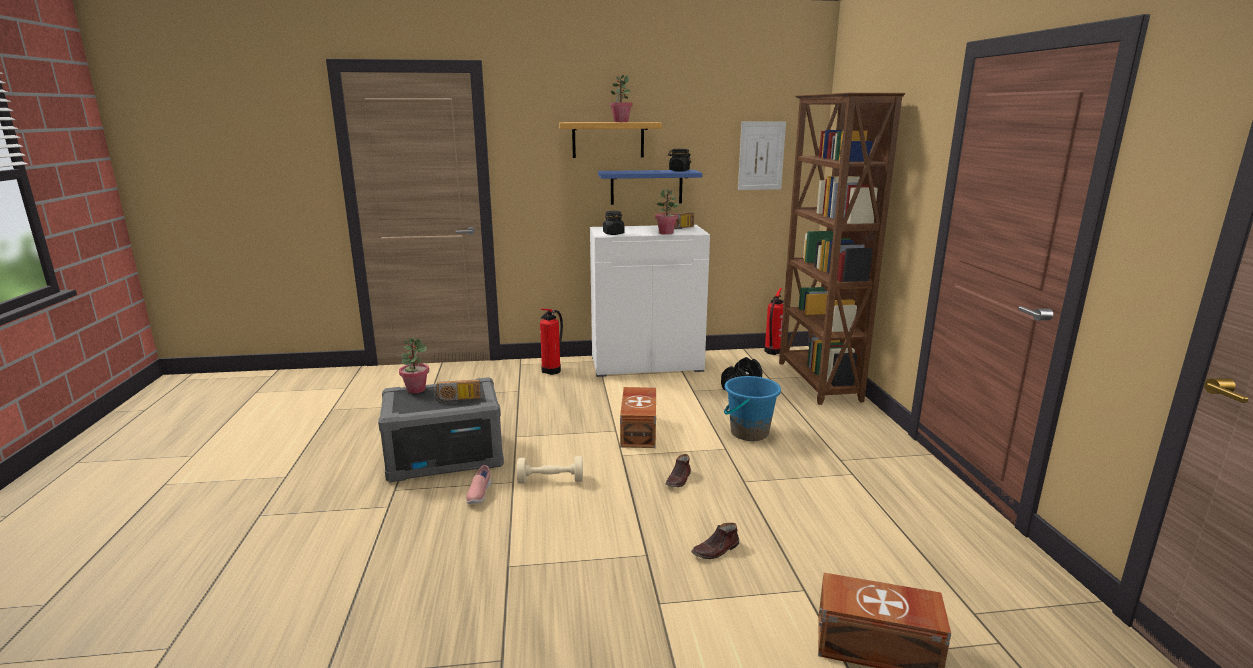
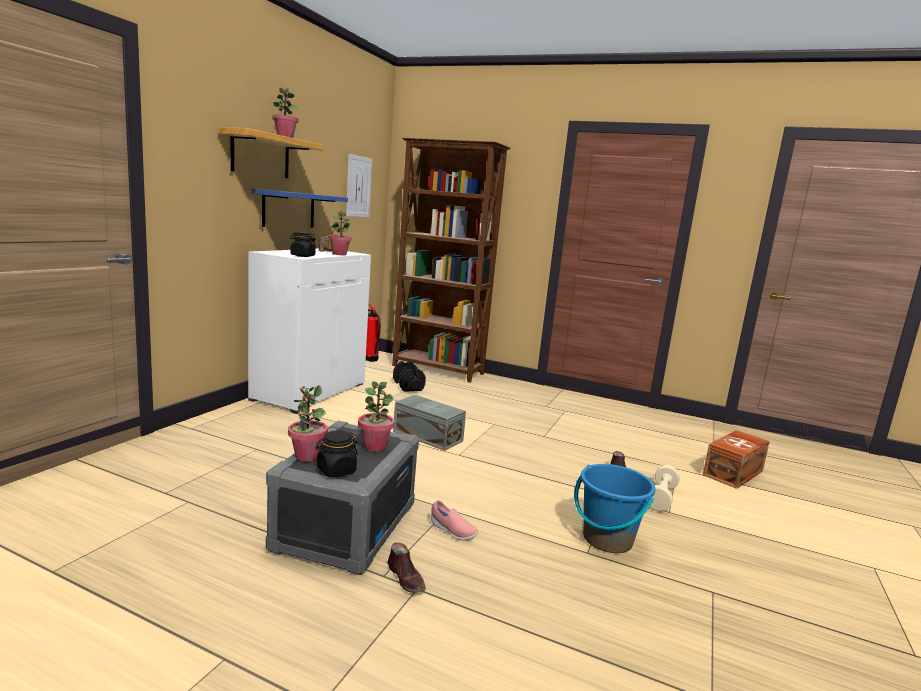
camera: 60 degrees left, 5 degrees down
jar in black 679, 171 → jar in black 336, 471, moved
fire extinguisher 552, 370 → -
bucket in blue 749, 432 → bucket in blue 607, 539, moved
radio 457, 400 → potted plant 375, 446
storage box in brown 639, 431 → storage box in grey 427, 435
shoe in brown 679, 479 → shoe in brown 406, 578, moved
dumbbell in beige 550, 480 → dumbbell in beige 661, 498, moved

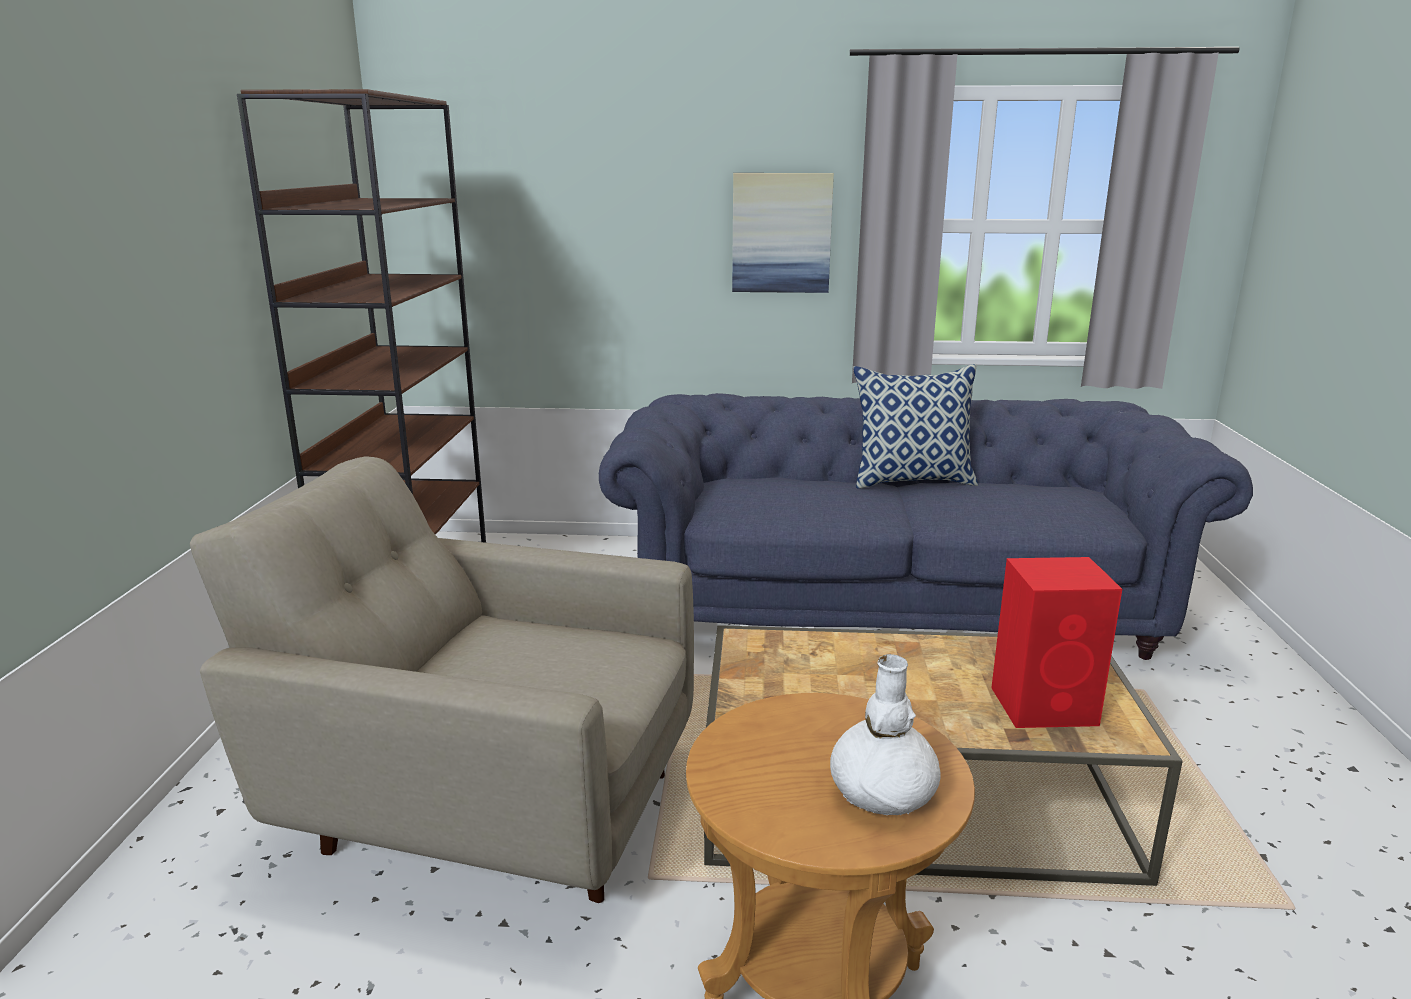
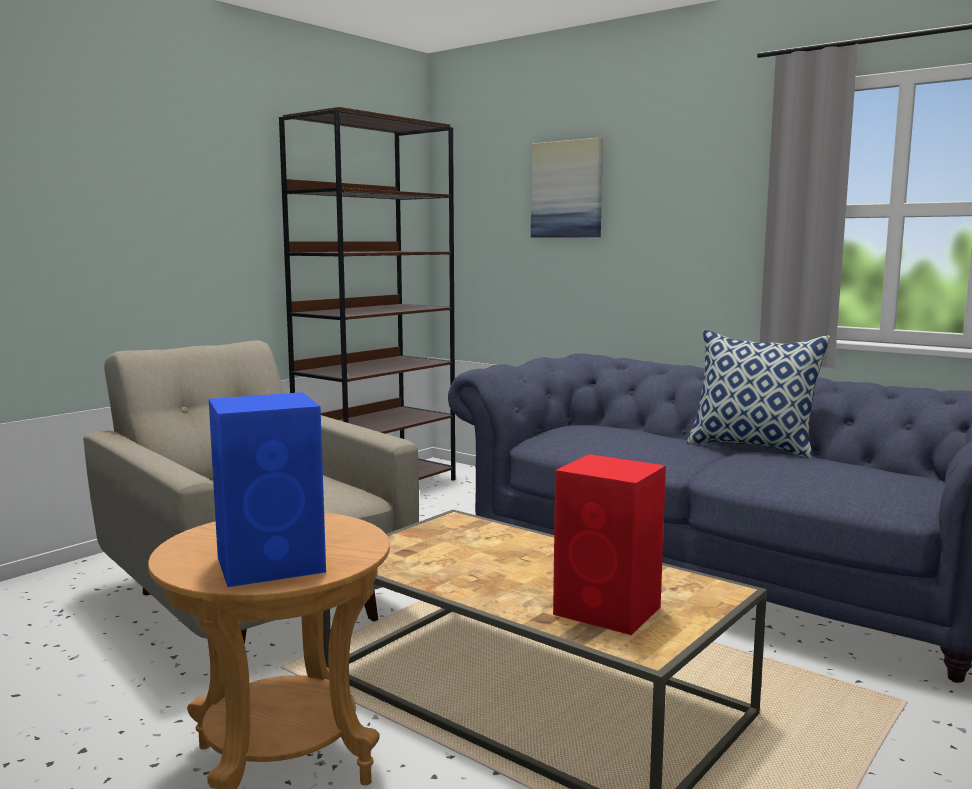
camera: 35 degrees right, 10 degrees down
picture 781, 233 → picture 567, 189, moved
vase in white 882, 792 → speaker in blue 273, 564

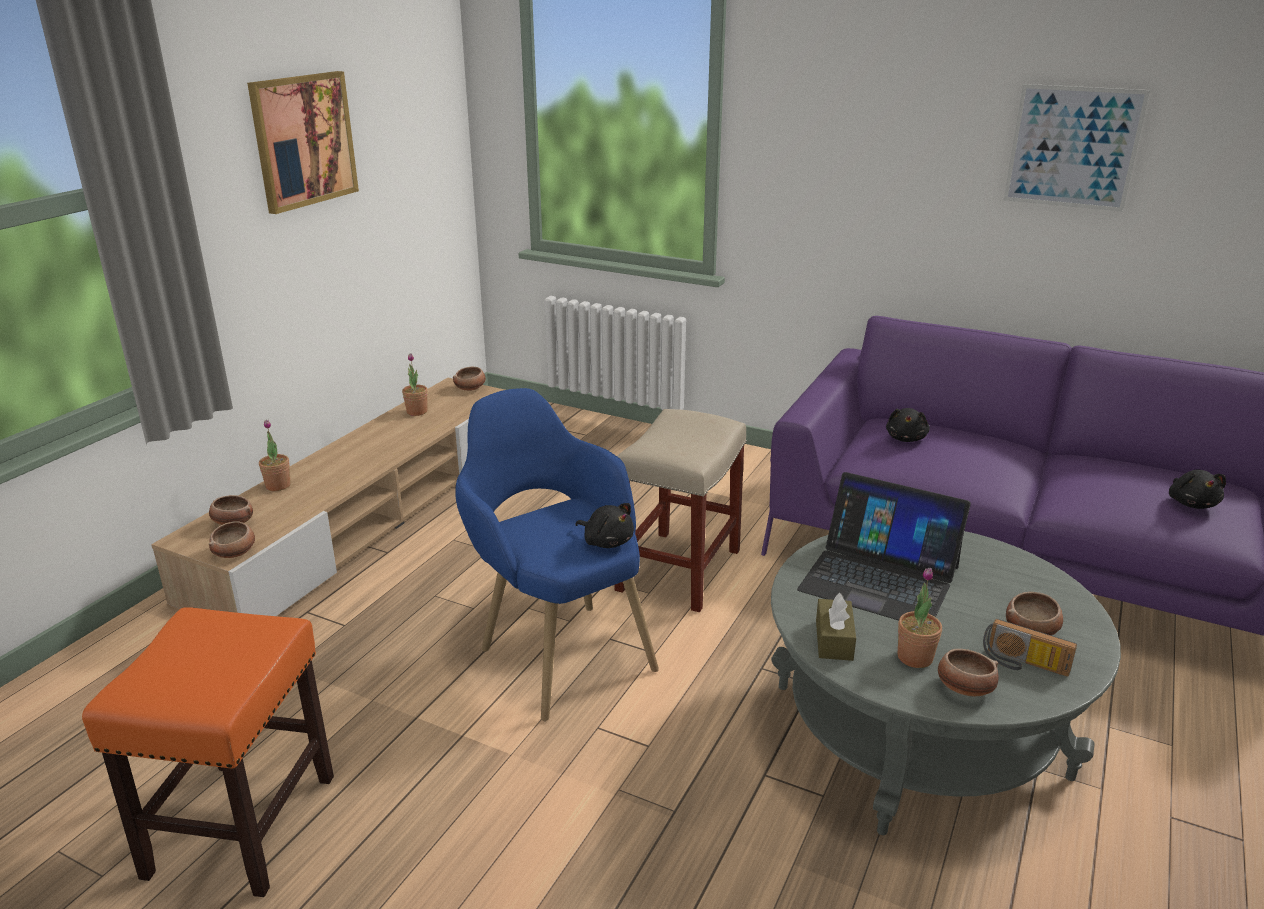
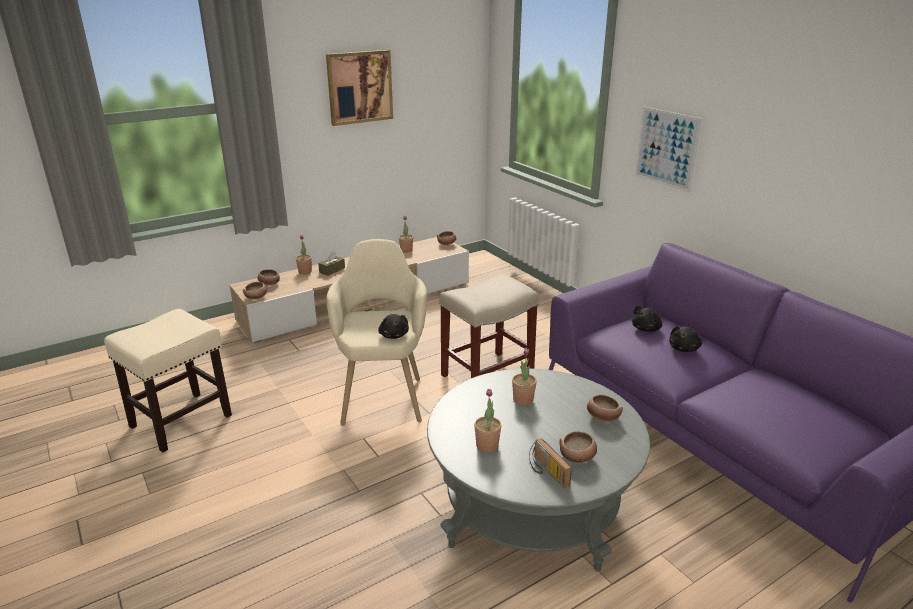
camera: 30 degrees right, 0 degrees up
picture 1073, 147 → picture 666, 148, moved
armchair in blue 556, 648 → armchair in beige 382, 393
plush toy in black 1191, 503 → plush toy in black 684, 348, moved
laptop 879, 578 → potted plant 523, 400
tissue box in brown 834, 640 → tissue box in brown 332, 270, moved
stool in orange 243, 823 → stool in beige 182, 420
bowl 964, 688 → bowl 602, 417, moved

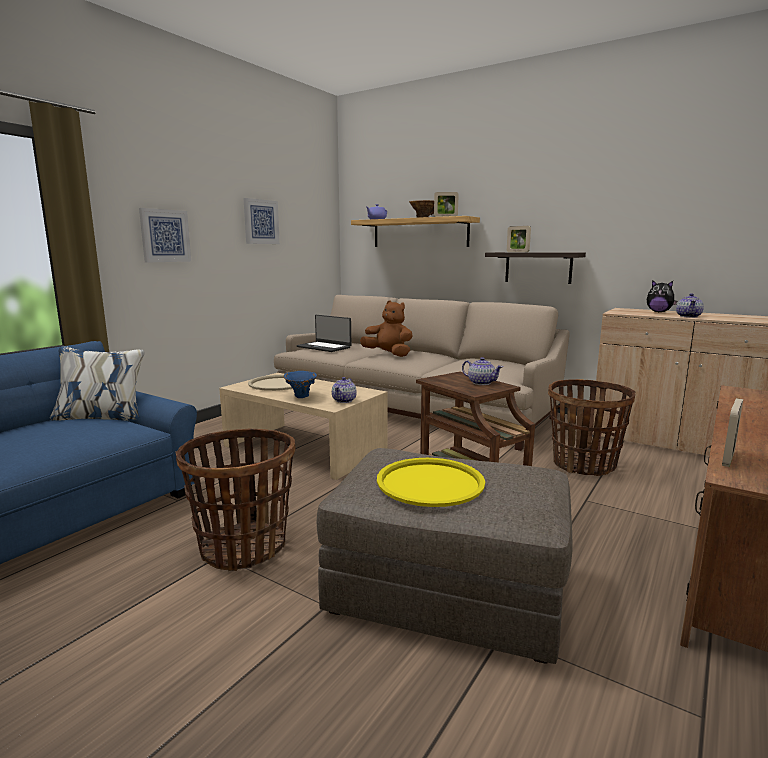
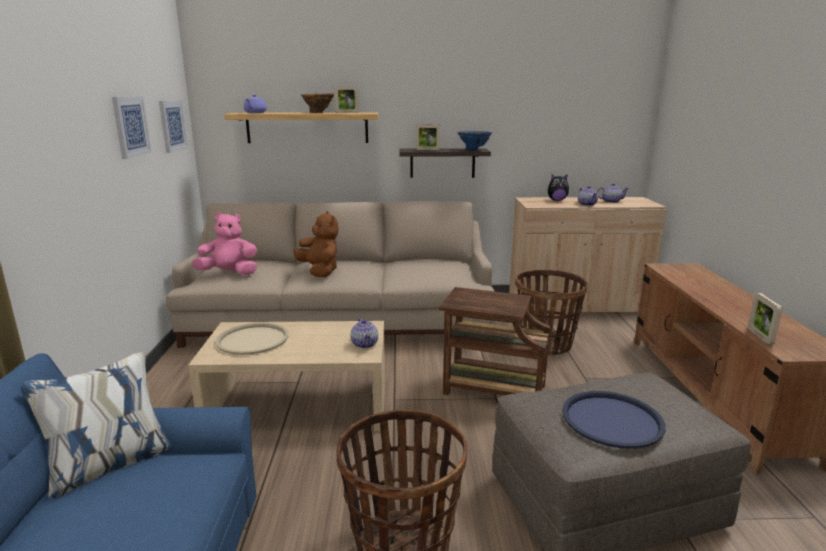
camera: 35 degrees left, 5 degrees up
picture 165, 236 → picture 172, 125, moved
plush toy in brown 388, 354 → plush toy in brown 320, 271, 60 degrees clockwise
laptop 324, 347 → plush toy in pink 229, 273
teapot 481, 383 → teapot 611, 201, moved
vase in blue 300, 397 → vase in blue 474, 150, moved
tray in yellow 430, 483 → tray in blue 612, 420

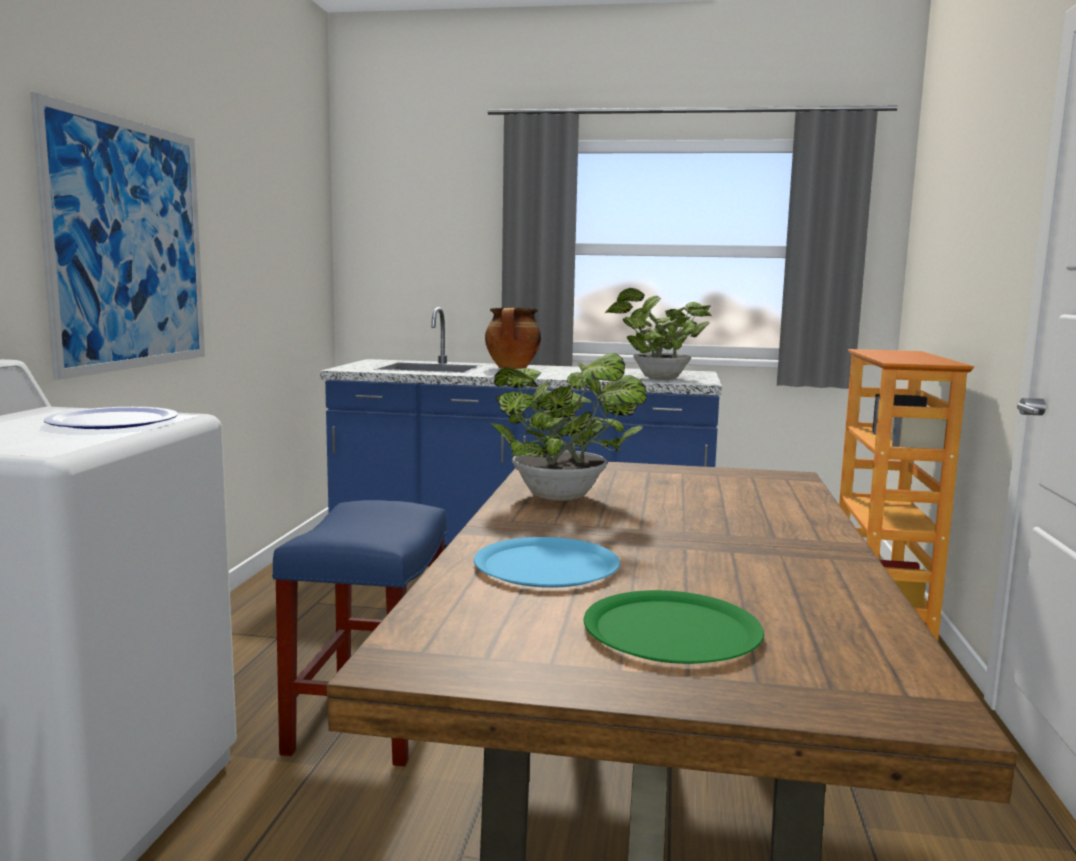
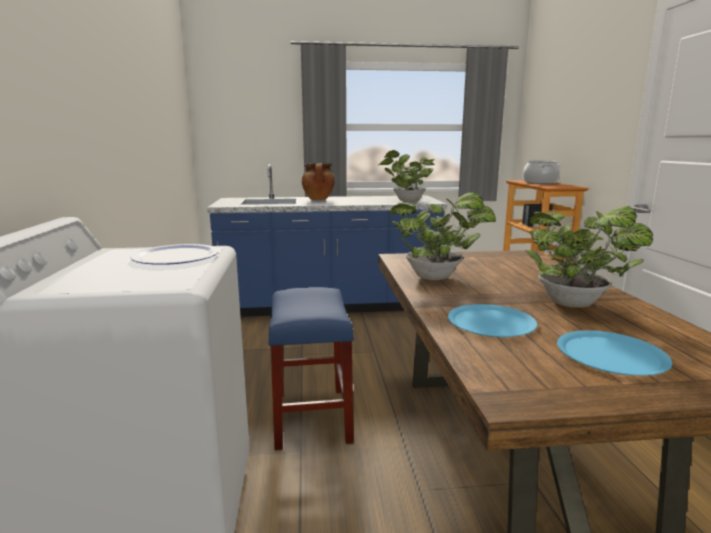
camera: 15 degrees left, 5 degrees up
picture 129, 245 → -
plate in green 671, 630 → plate in blue 610, 354
- → cooking pot 540, 182
- → potted plant 575, 304

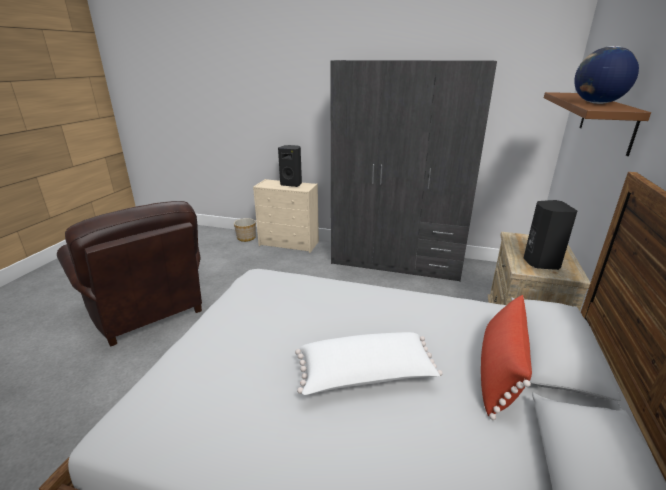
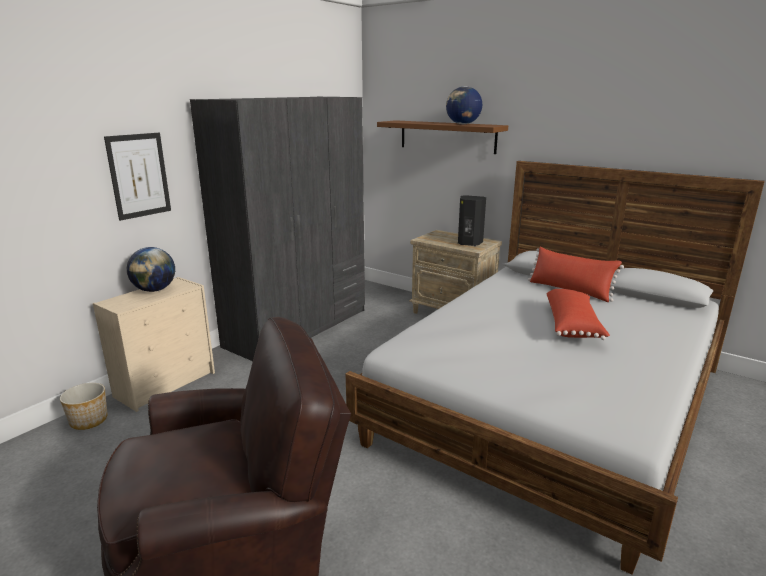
camera: 70 degrees left, 5 degrees down
speaker in black 292, 184 → globe 155, 290
pillow in white 366, 376 → pillow in red 573, 325
- → picture 139, 175

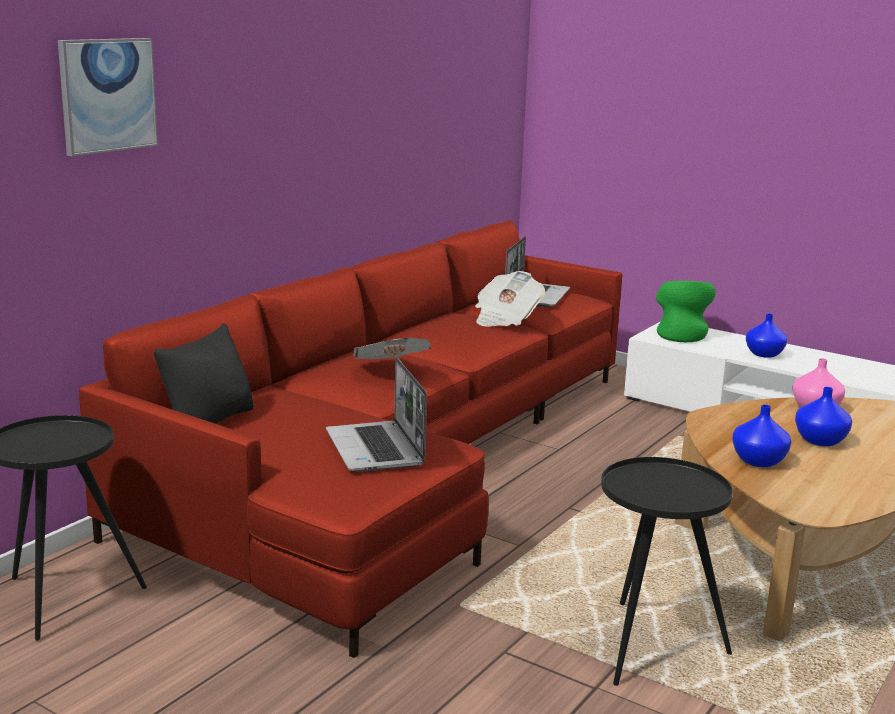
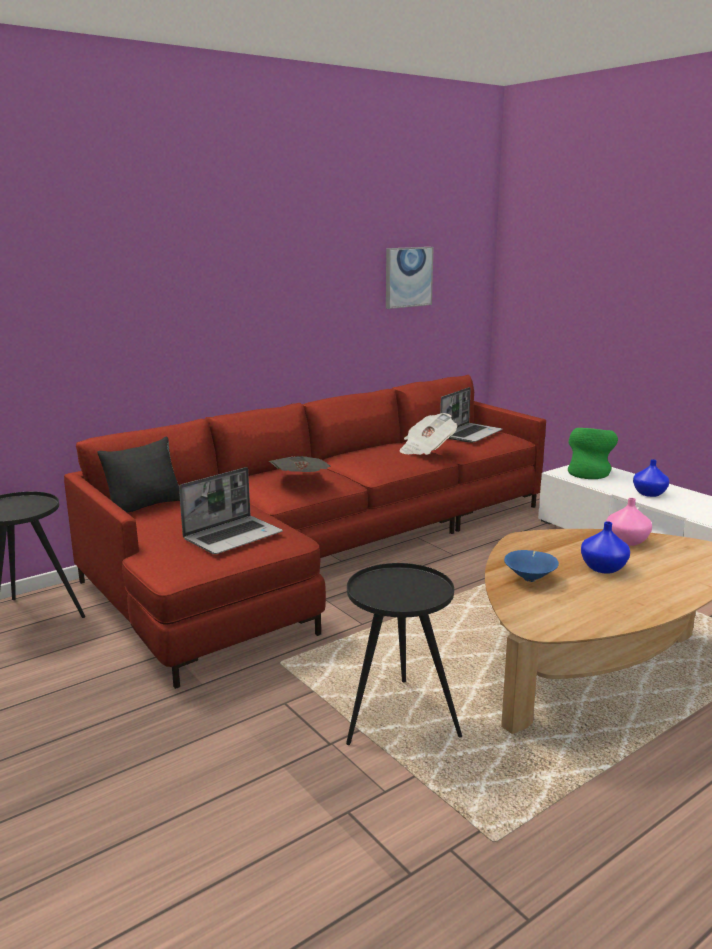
camera: 20 degrees right, 0 degrees up
picture 107, 95 → picture 408, 277, moved
laptop 376, 449 → laptop 233, 536, 135 degrees counterclockwise
vase in blue 759, 461 → bowl in blue 530, 578

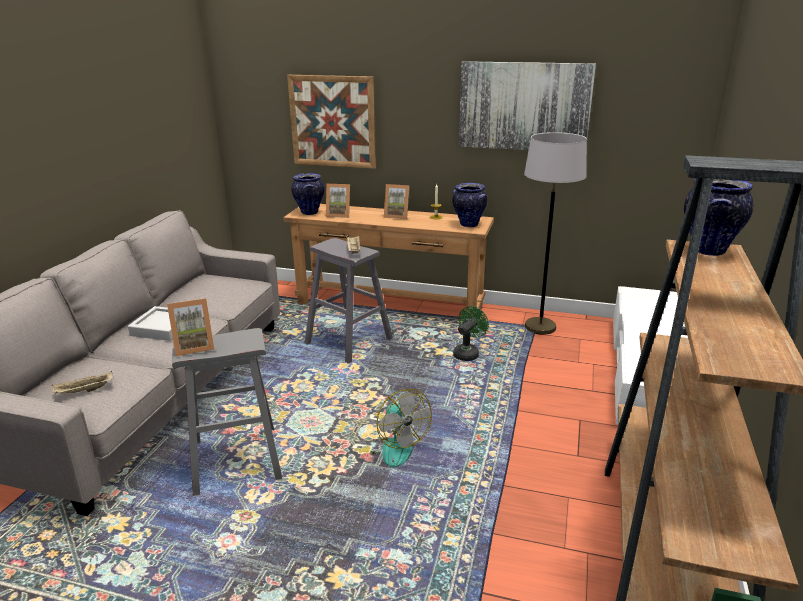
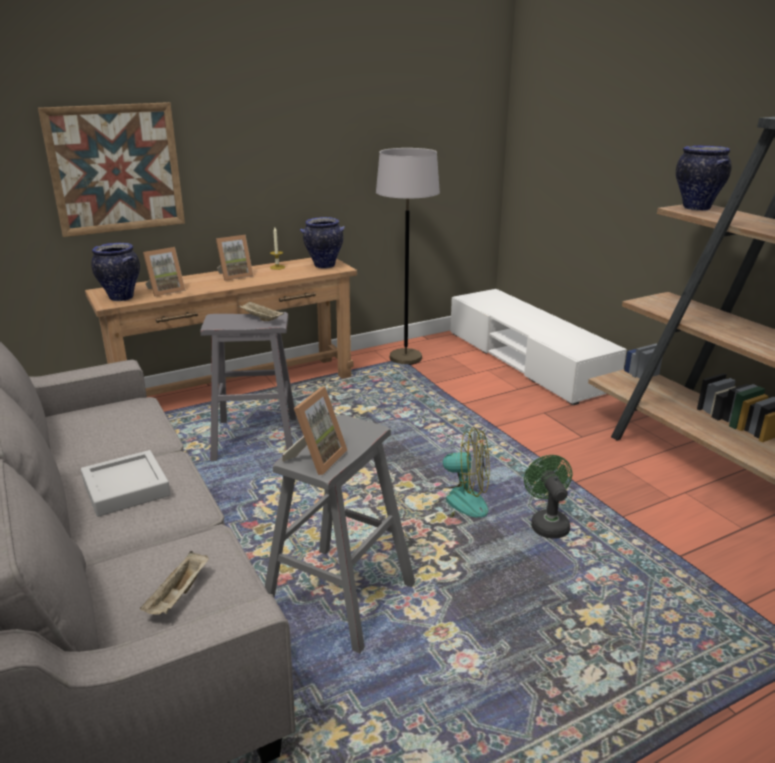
camera: 45 degrees left, 0 degrees up
picture 524, 106 → -
fan in green 468, 353 → fan in green 547, 523, moved

